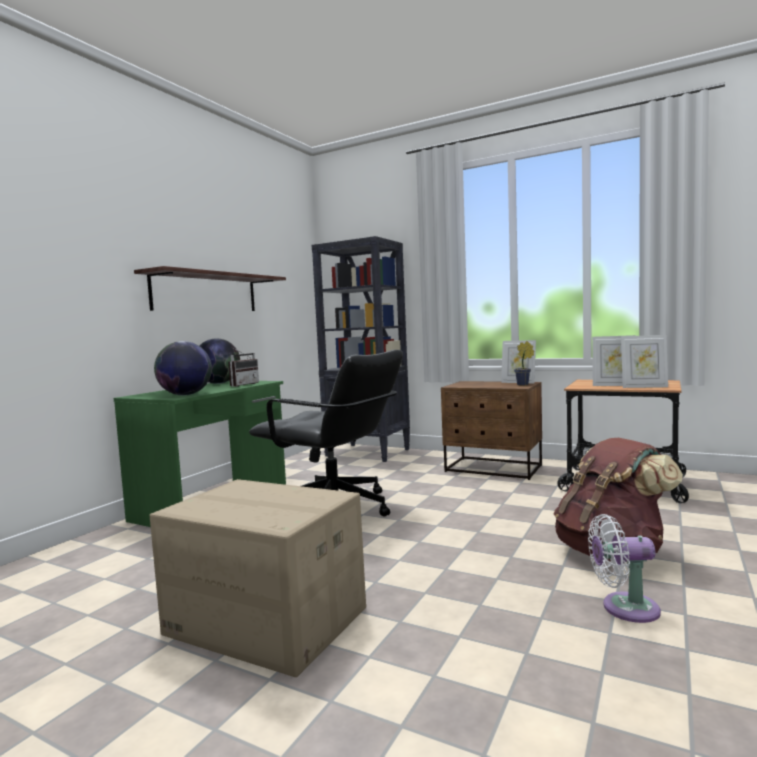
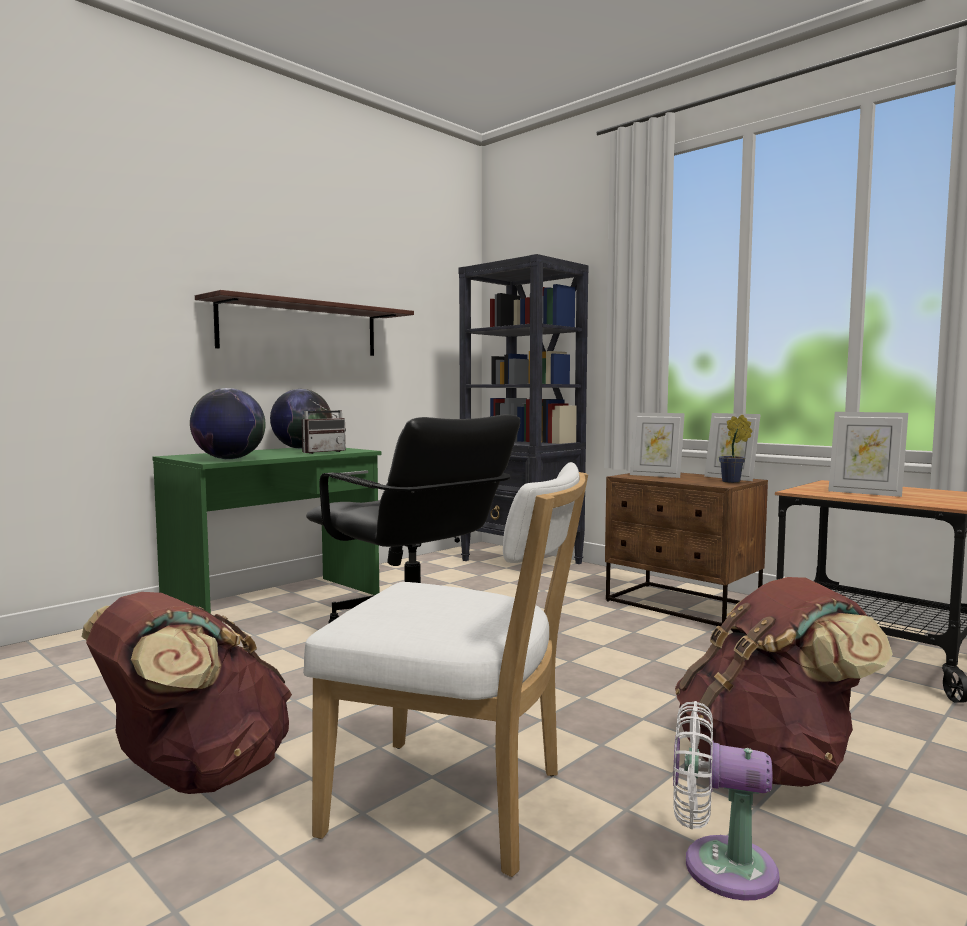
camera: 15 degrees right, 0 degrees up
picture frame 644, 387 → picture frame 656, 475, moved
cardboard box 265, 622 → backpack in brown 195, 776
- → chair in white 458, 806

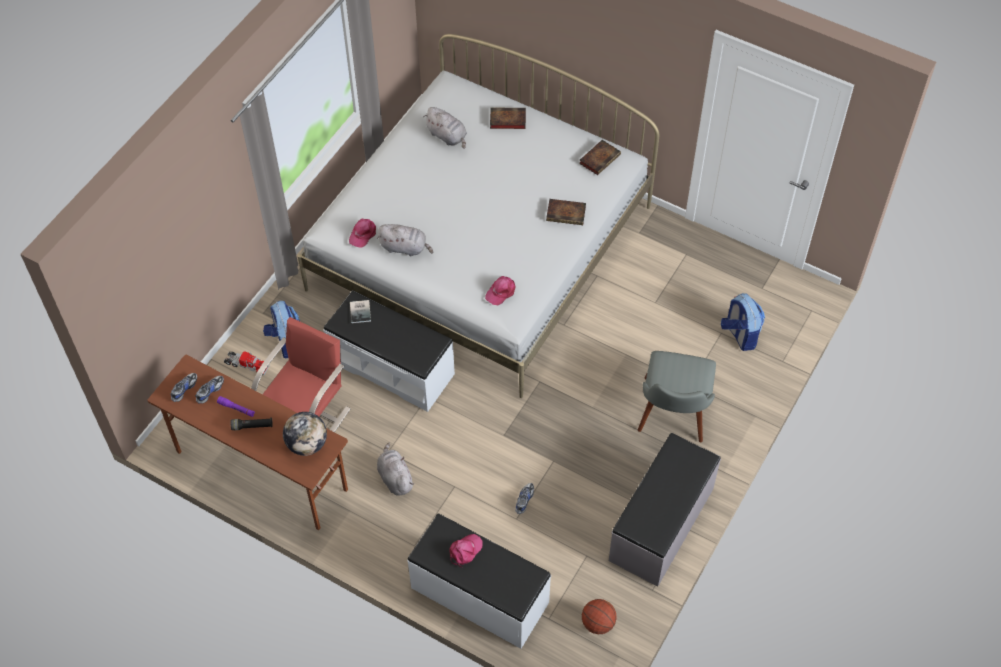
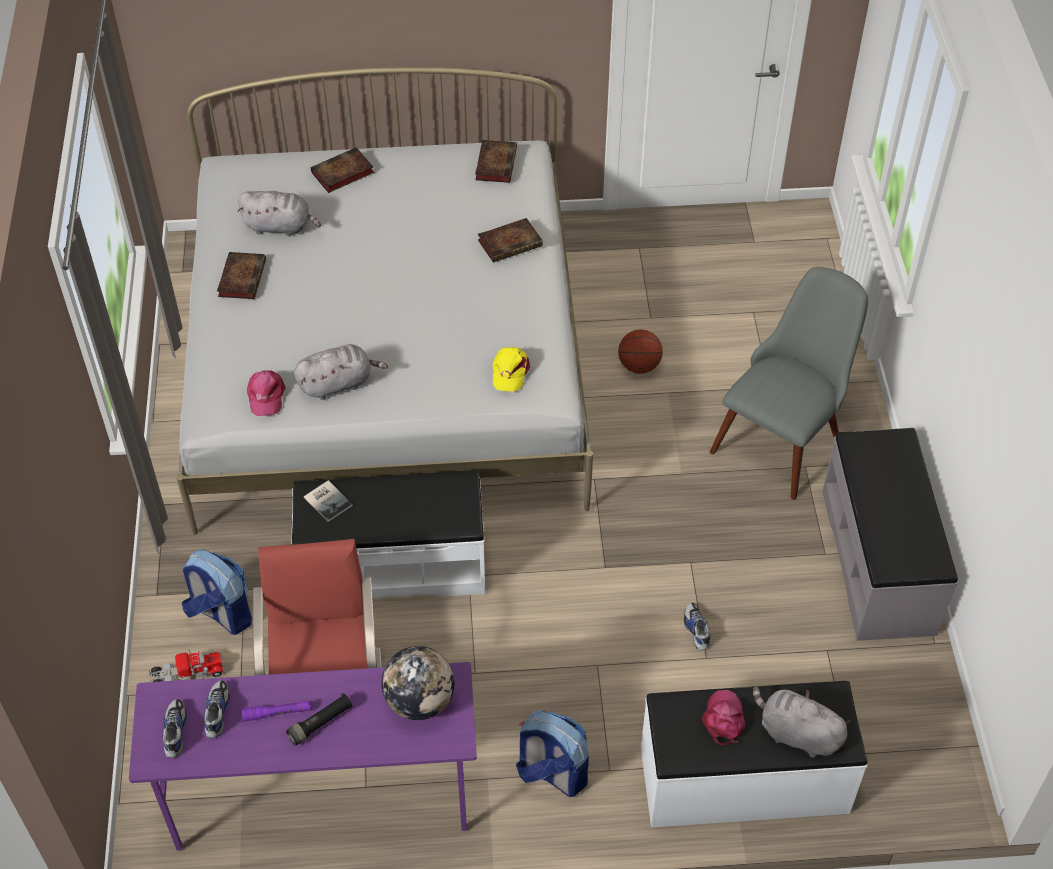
camera: 35 degrees left, 5 degrees down
cap in pink 501, 292 → cap in yellow 510, 371
backpack 740, 335 → backpack 551, 773, moved
chair in grey 673, 419 → chair in grey 784, 435, 120 degrees counterclockwise
desk in brown 261, 471 → desk in purple 321, 802
plush toy in grey 395, 477 → plush toy in grey 796, 733, moved
basketball 598, 623 → basketball 639, 366, moved
- → book 242, 277

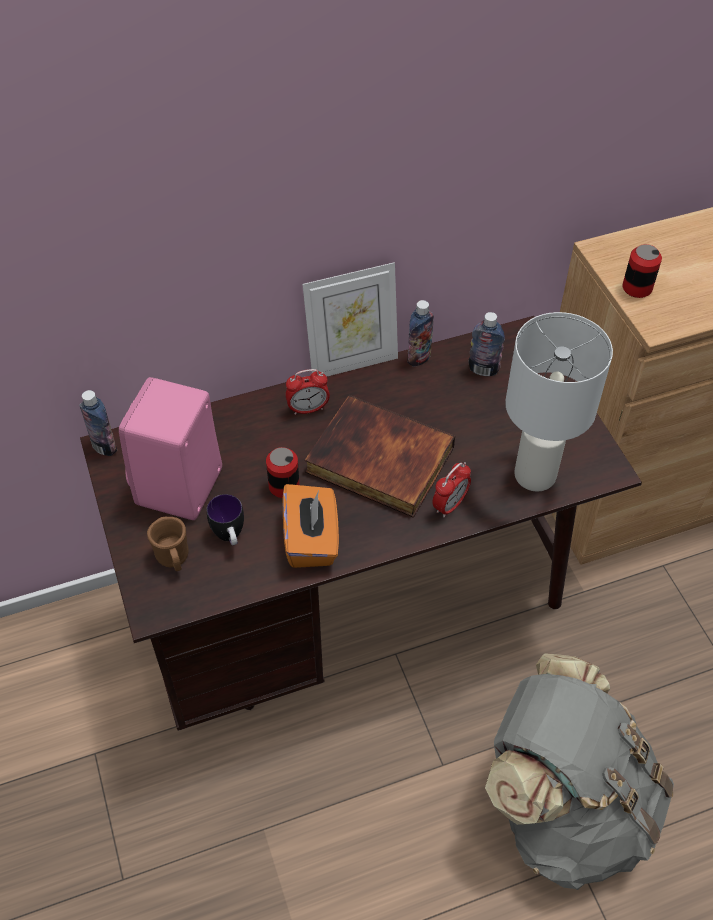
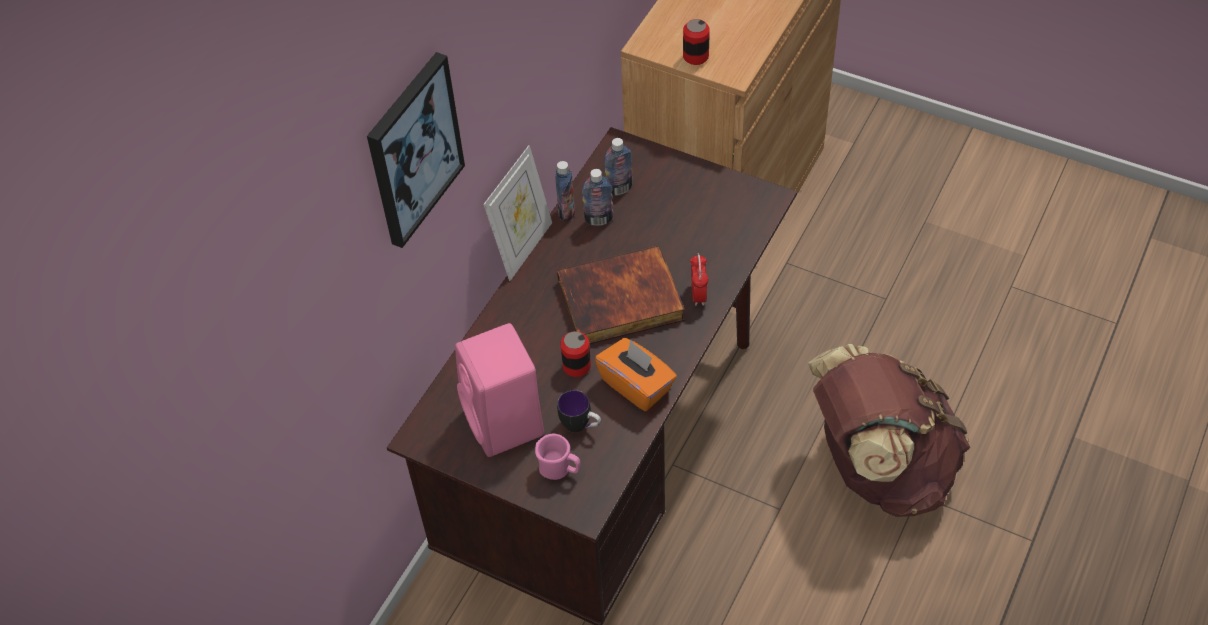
camera: 40 degrees left, 0 degrees up
table lamp in white 535, 476 → -
alarm clock 308, 409 → -
bottle 104, 446 → bottle 599, 219, moved
mug in brown 174, 559 → mug in pink 559, 470
backpack in grey 564, 805 → backpack in brown 878, 468
- → picture 413, 149

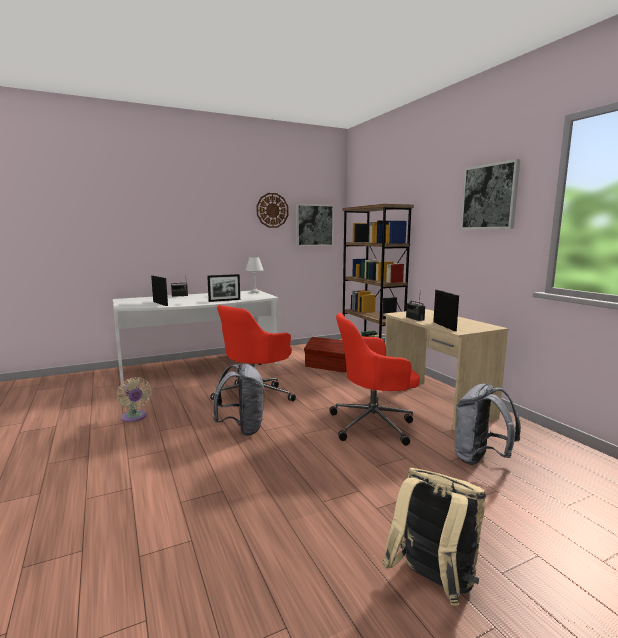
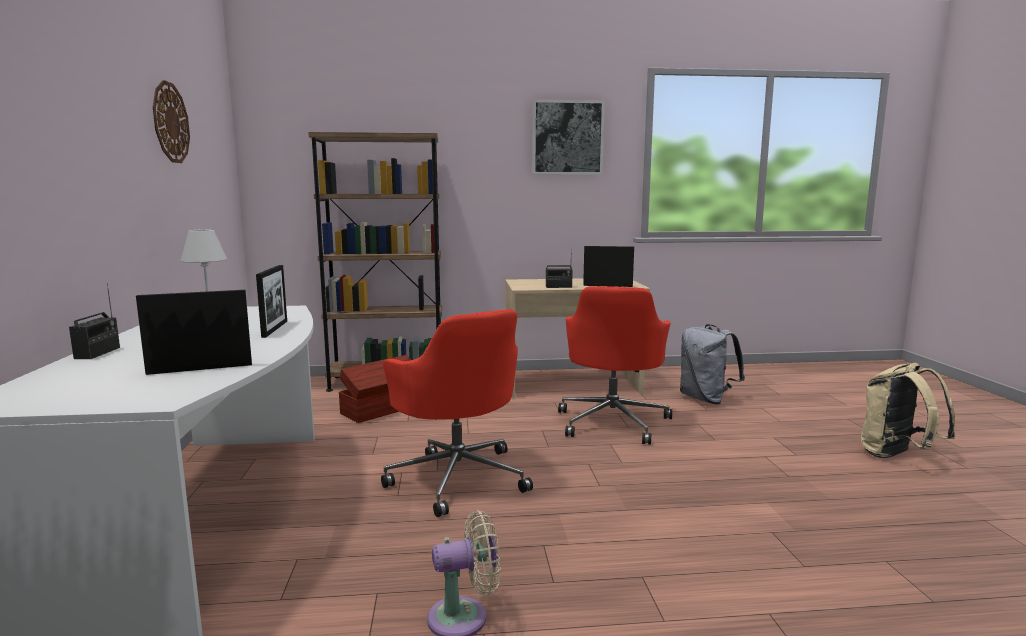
camera: 70 degrees left, 0 degrees up
picture 314, 225 → -
backpack in grey 242, 429 → -

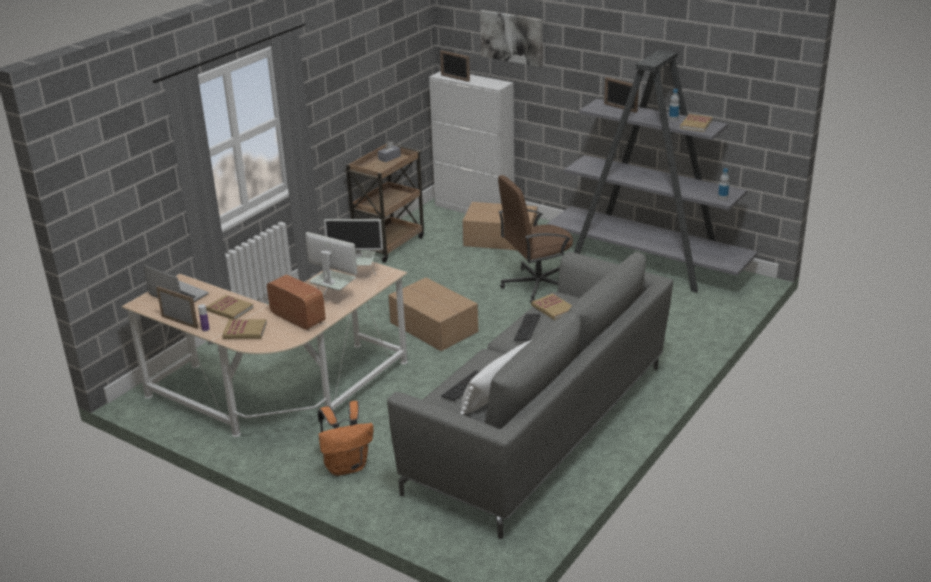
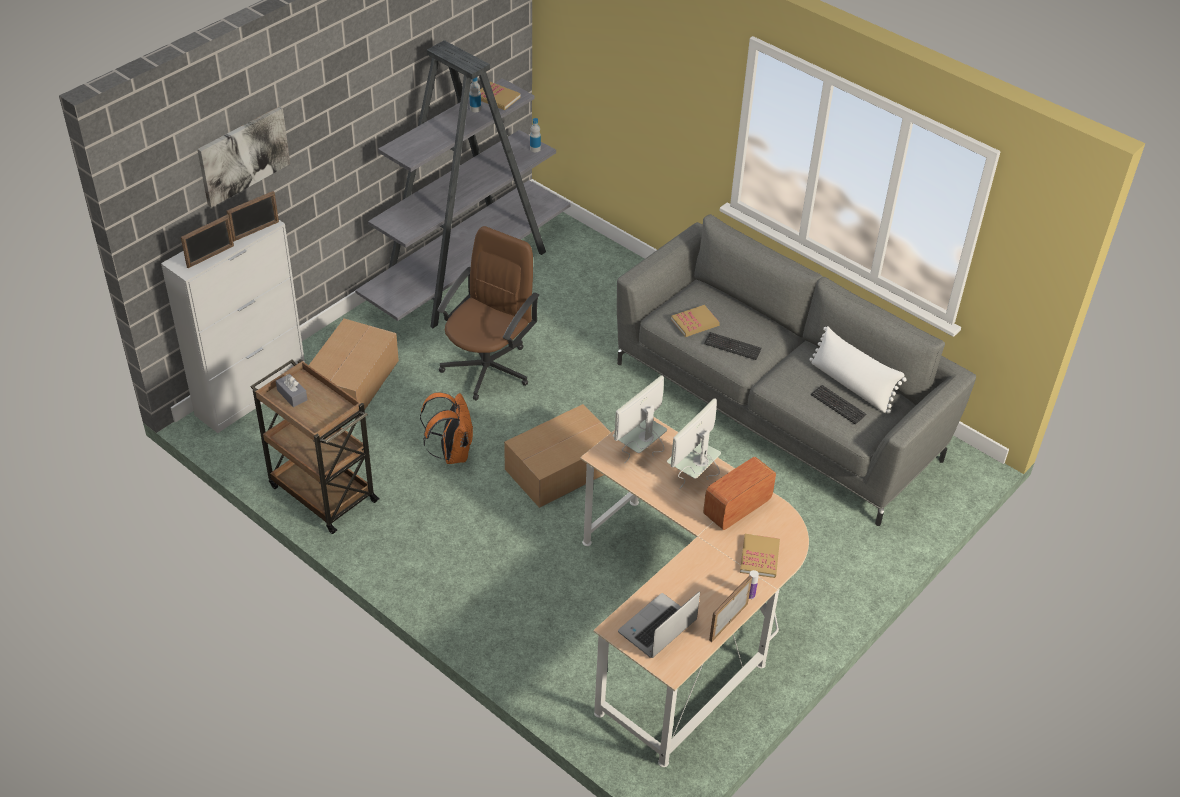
camera: 85 degrees left, 15 degrees up
picture frame 620, 108 → picture frame 255, 231, moved
office chair in brown 536, 285 → office chair in brown 488, 368, 135 degrees counterclockwise
monitor 358, 275 → monitor 639, 451, 150 degrees counterclockwise
book 230, 309 → -
backpack in orange 347, 466 → backpack in orange 452, 453, moved

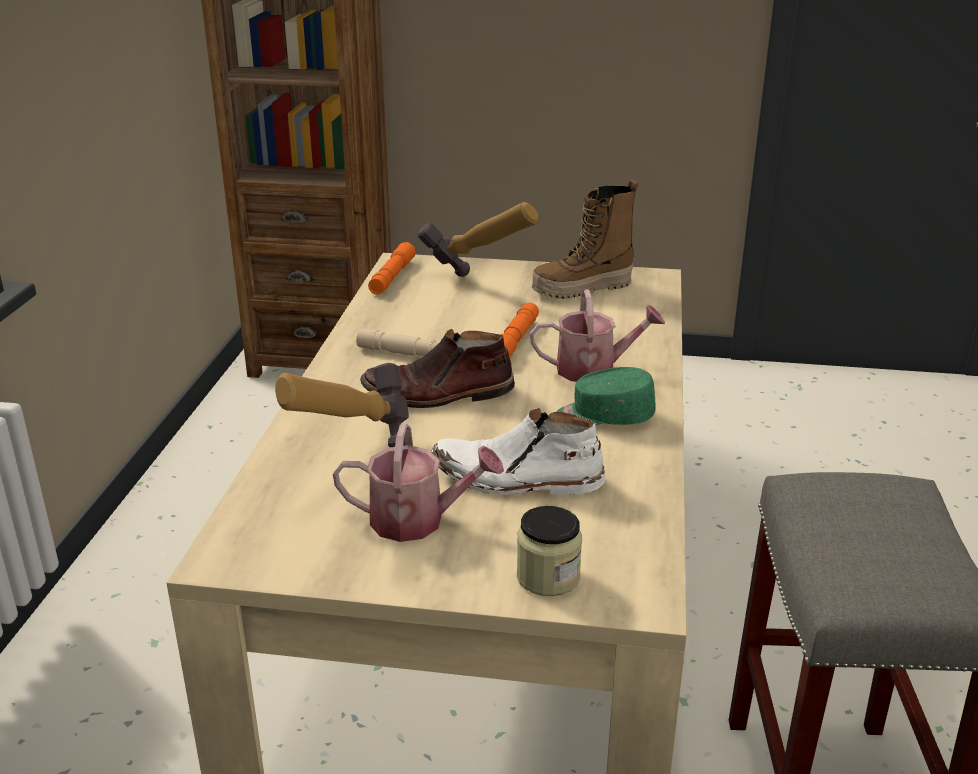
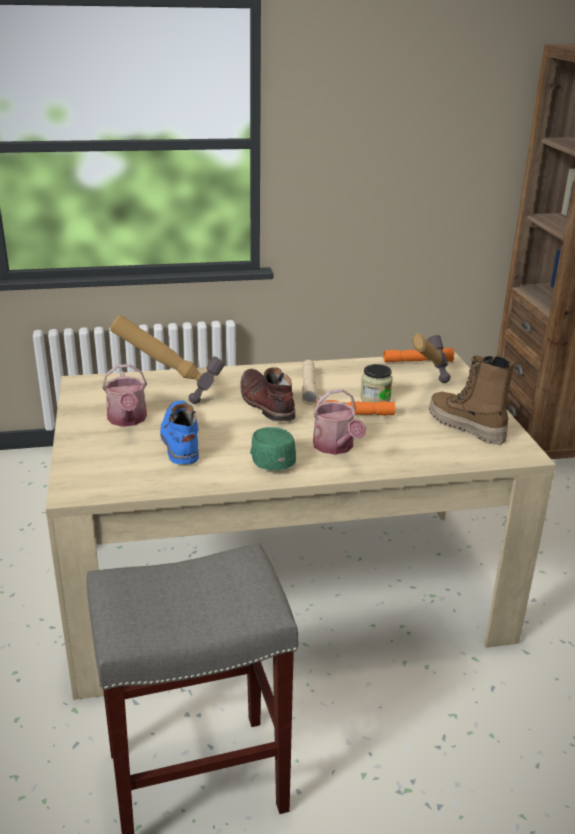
camera: 70 degrees right, 0 degrees up
boot in white 516, 479 → boot in blue 180, 440
jar 548, 577 → jar 375, 398, moved

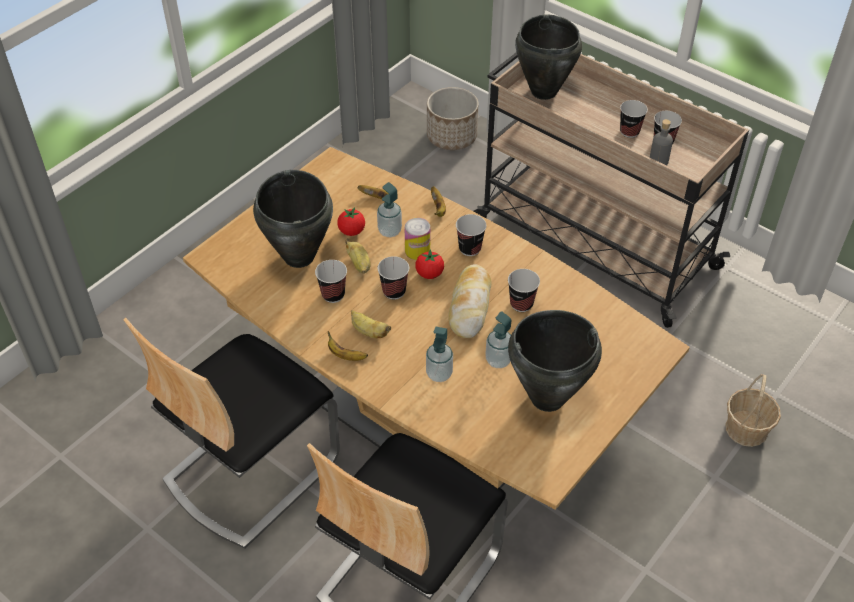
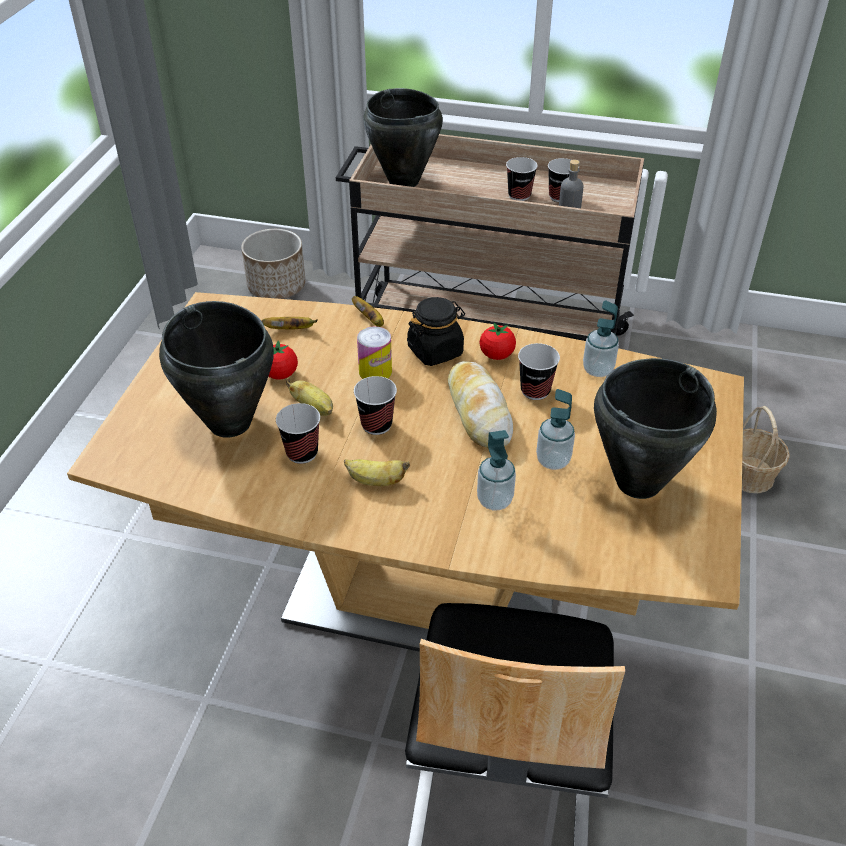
camera: 25 degrees left, 5 degrees down
soap dispenser 389, 231 → soap dispenser 597, 370, moved
cup 470, 248 → jar in black 435, 351
tomato 429, 274 → tomato 496, 355, moved
chair 250, 469 → -
banana 345, 355 → -

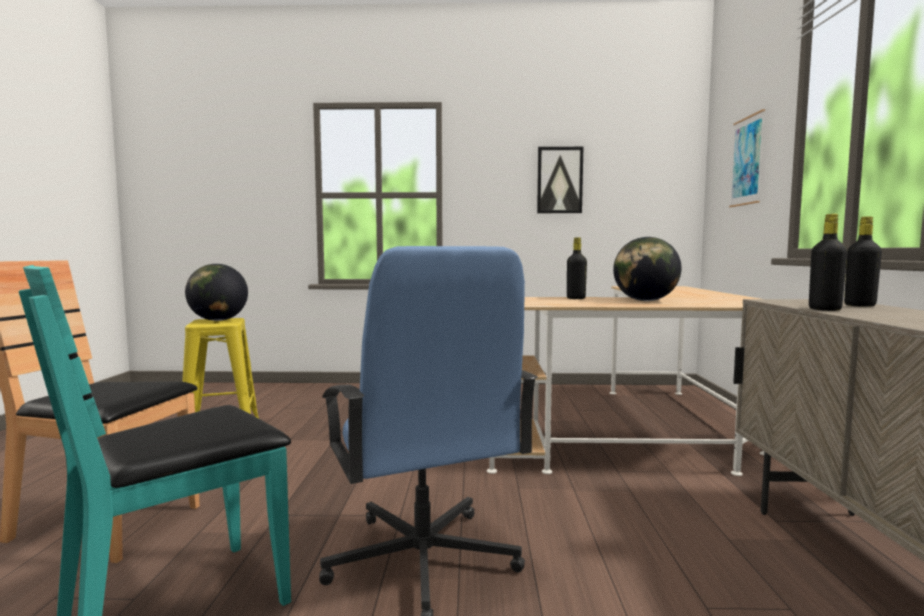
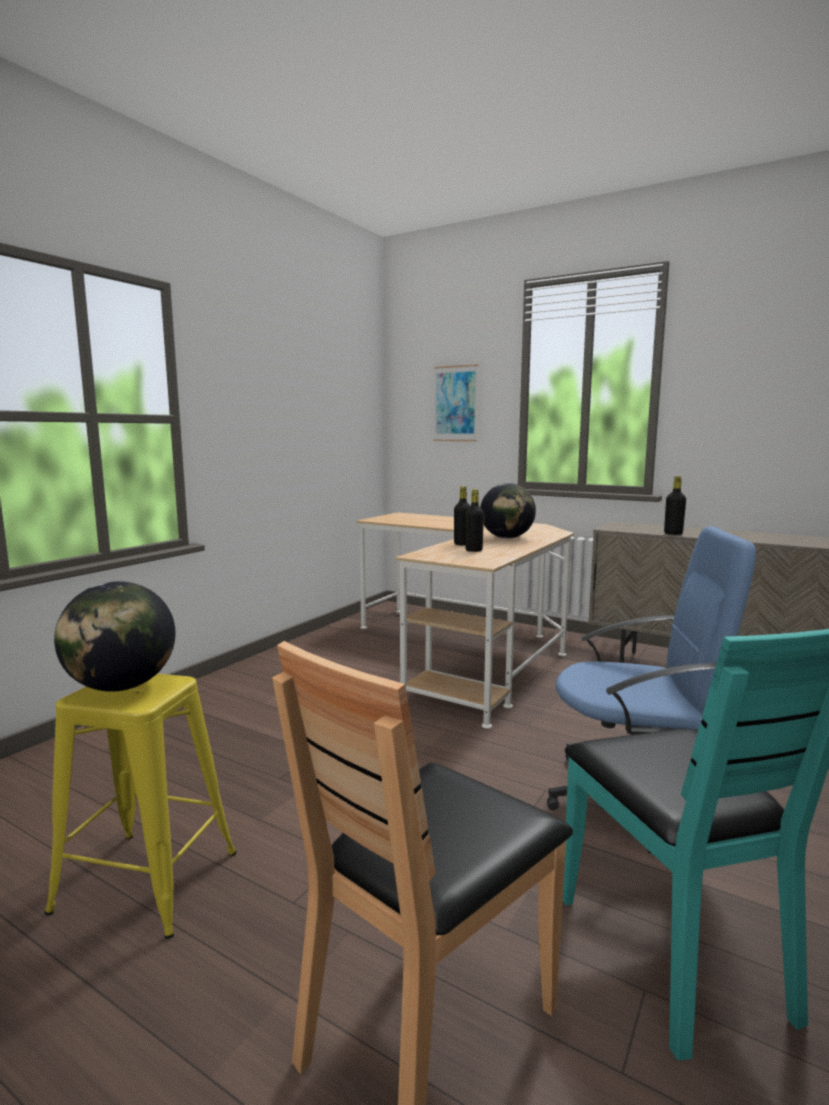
camera: 60 degrees left, 5 degrees up
picture 559, 180 → -
bottle in black 859, 305 → bottle in black 474, 550, moved

